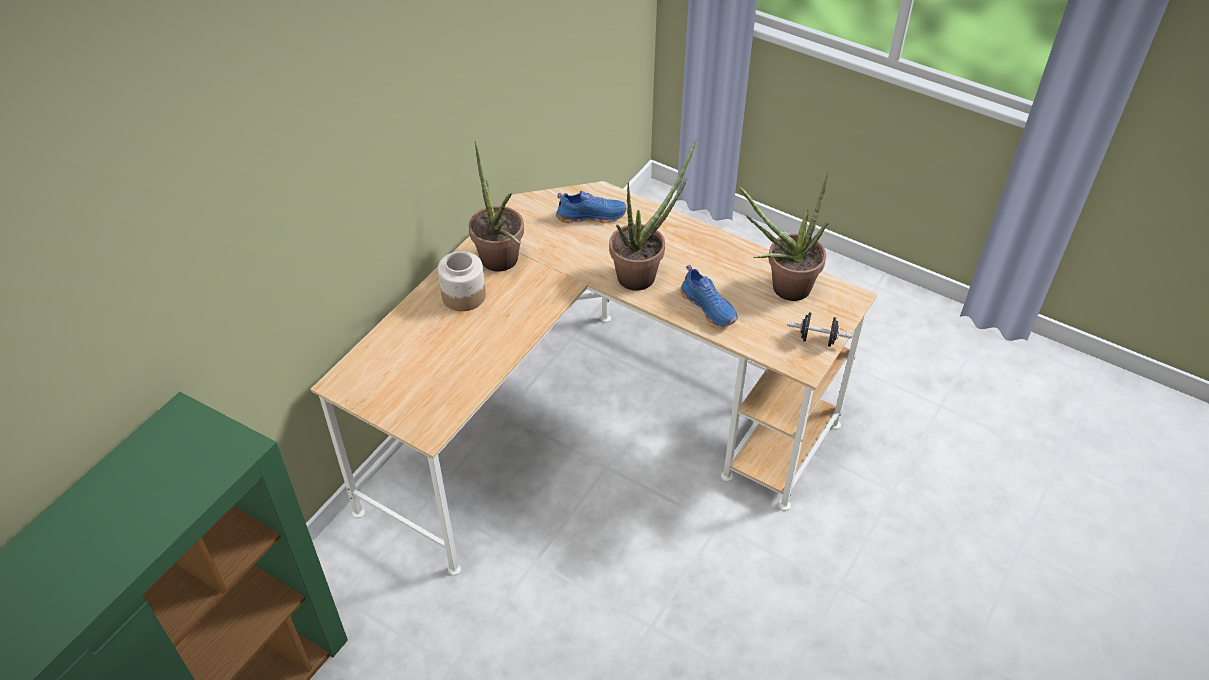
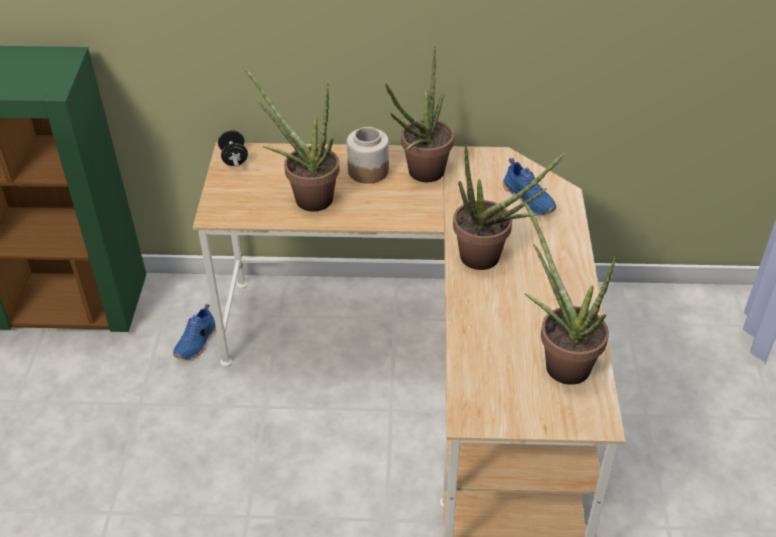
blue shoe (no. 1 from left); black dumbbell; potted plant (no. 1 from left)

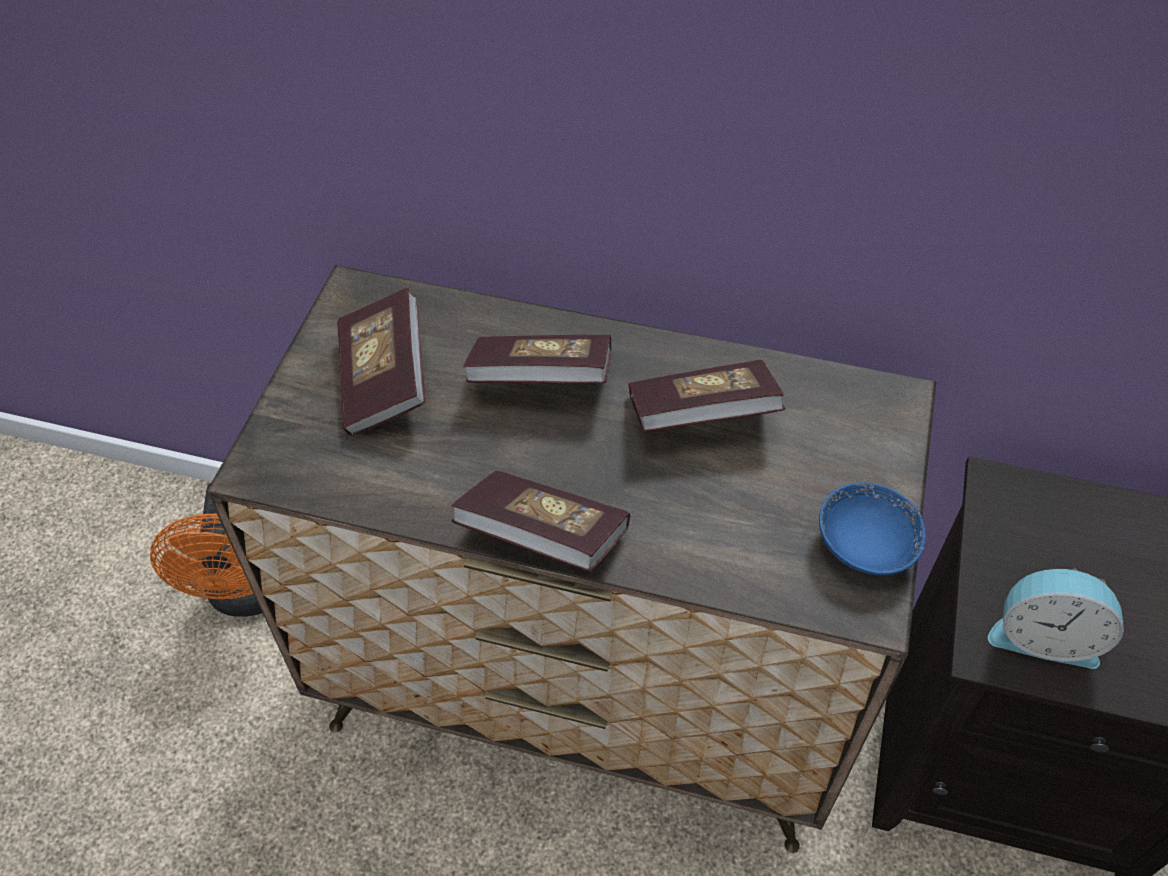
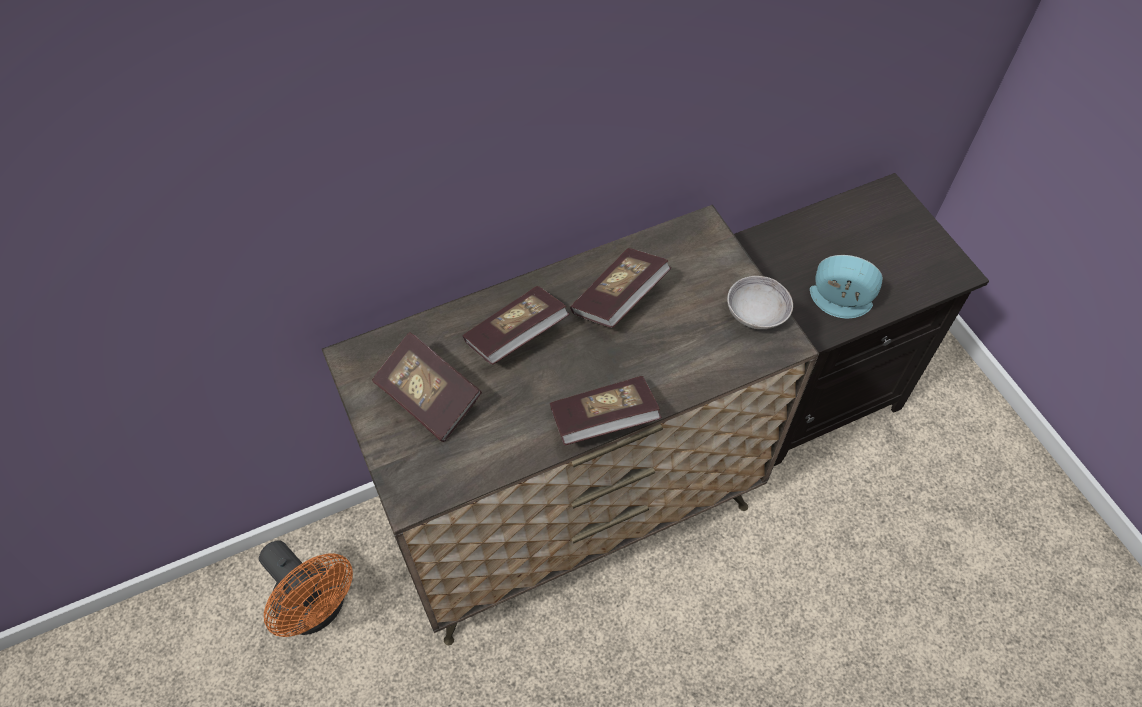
grey bowl; alarm clock

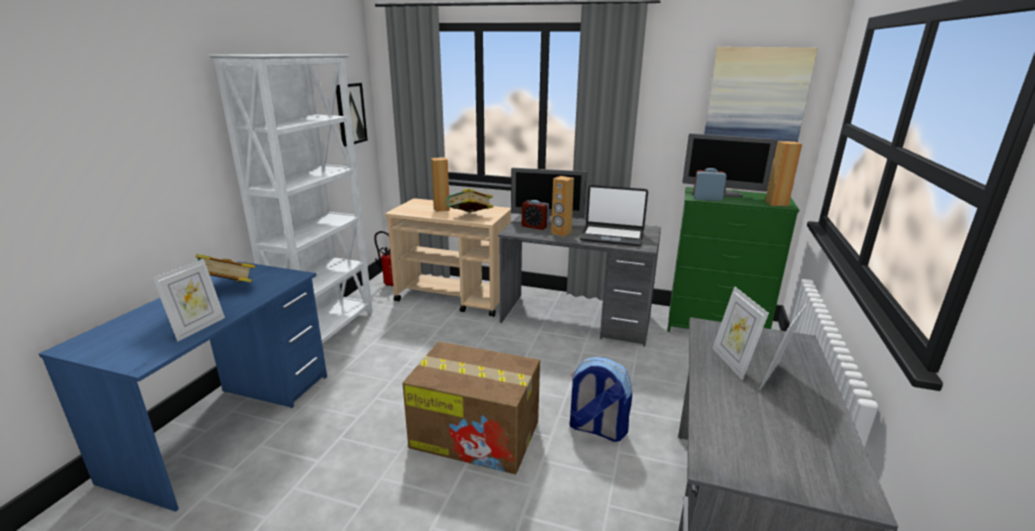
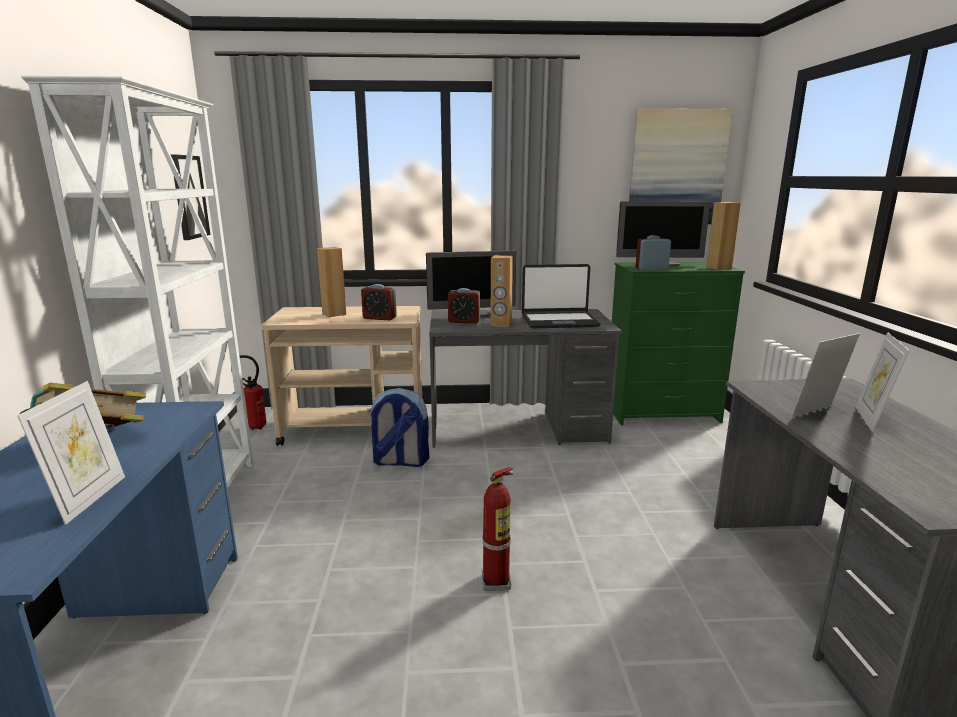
fire extinguisher (no. 2 from left); alarm clock (no. 1 from left); backpack; picture frame (no. 2 from left)

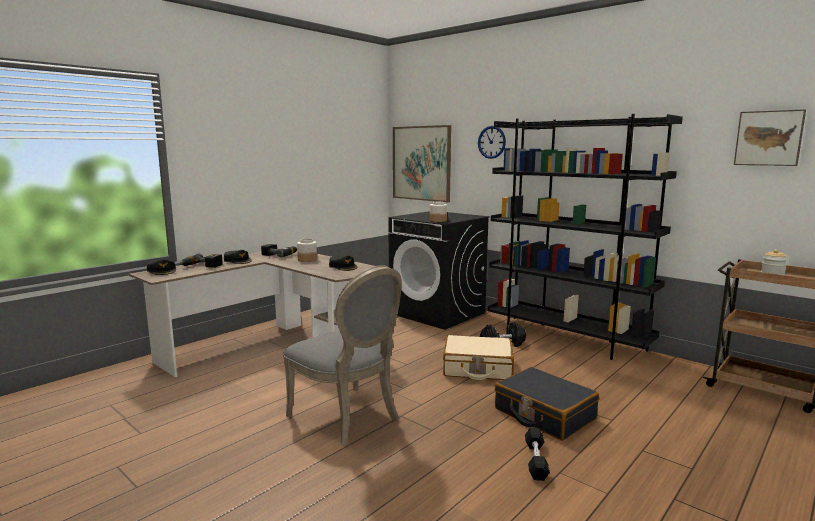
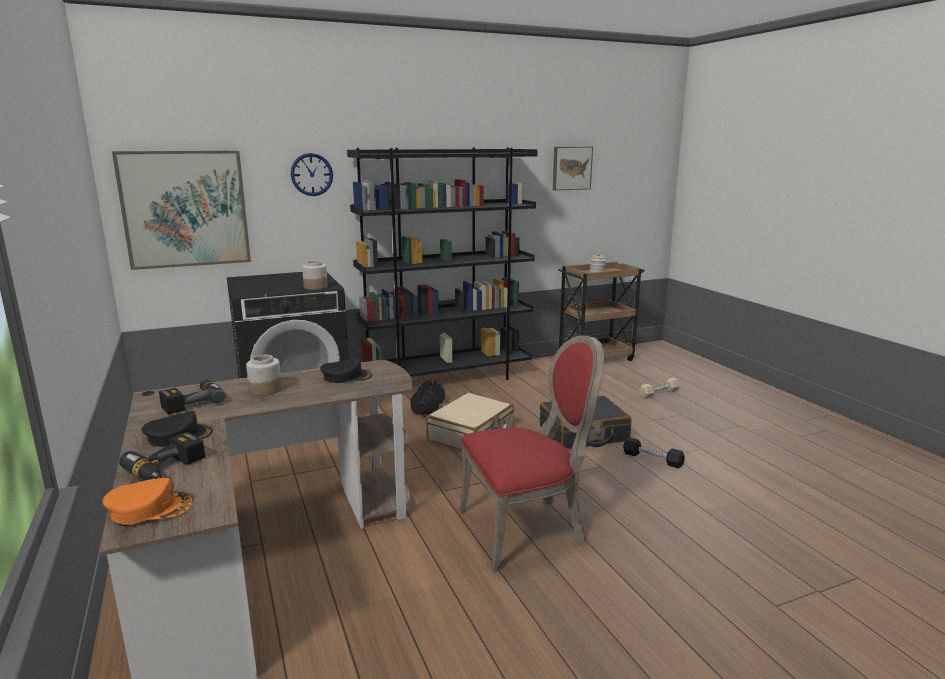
orange cap; red chair; beige dumbbell

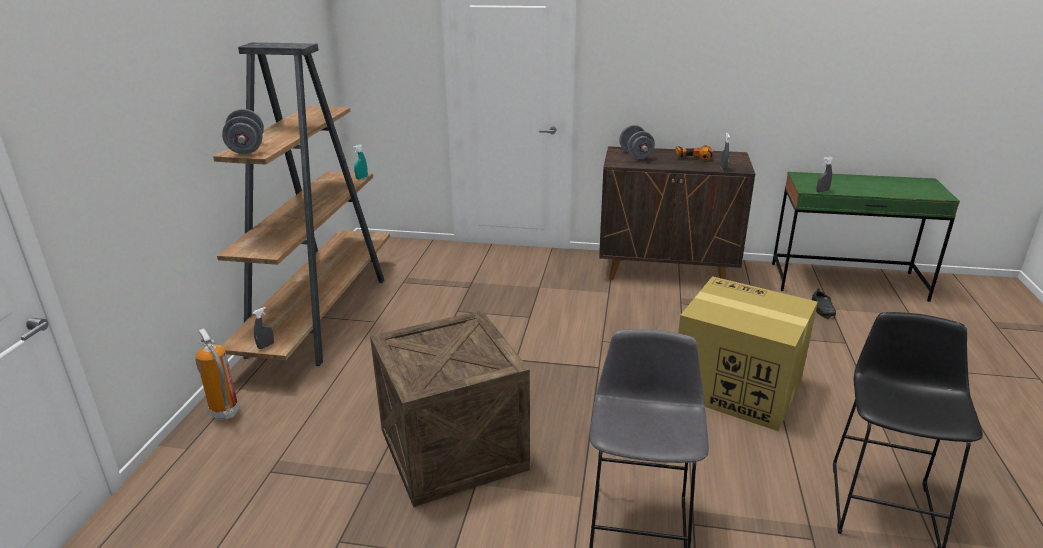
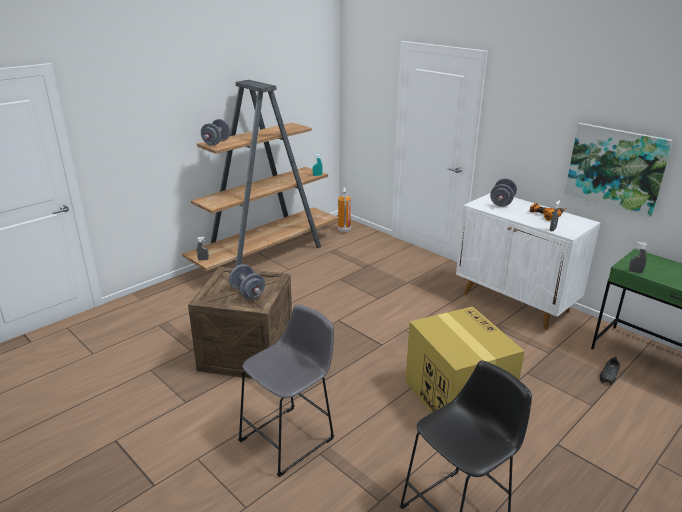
fire extinguisher; white cabinet; grey dumbbell (no. 2 from left); picture

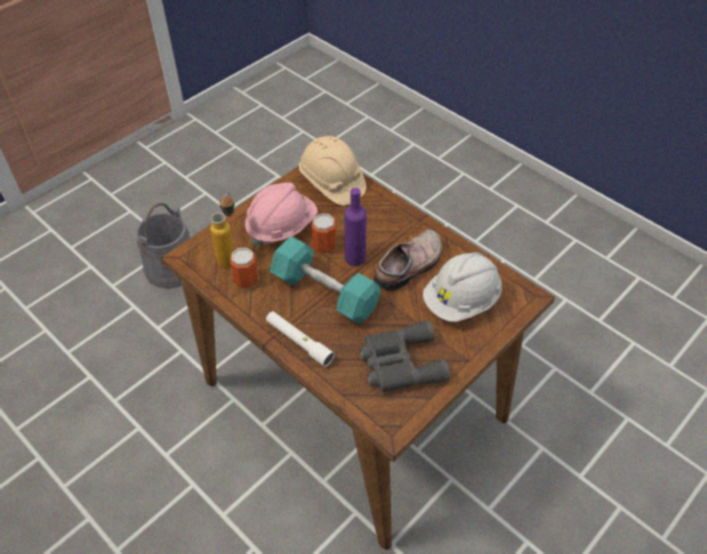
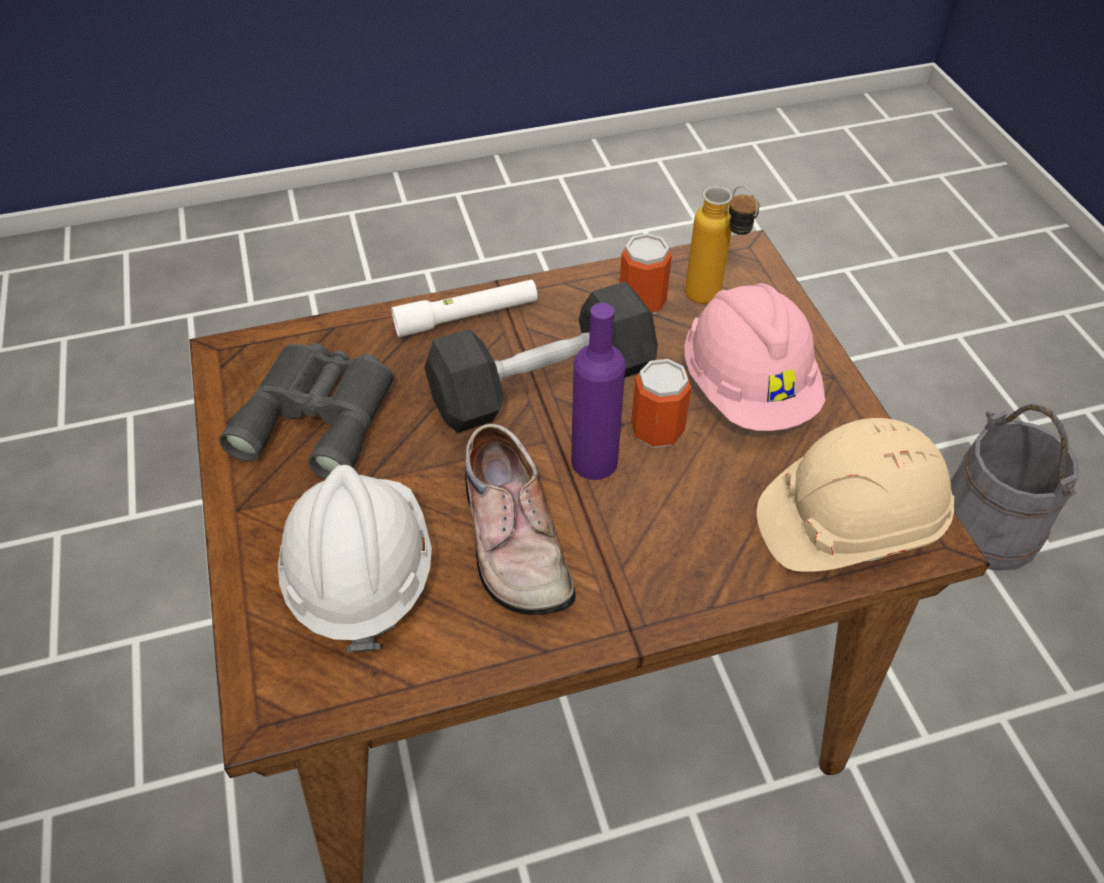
grey dumbbell

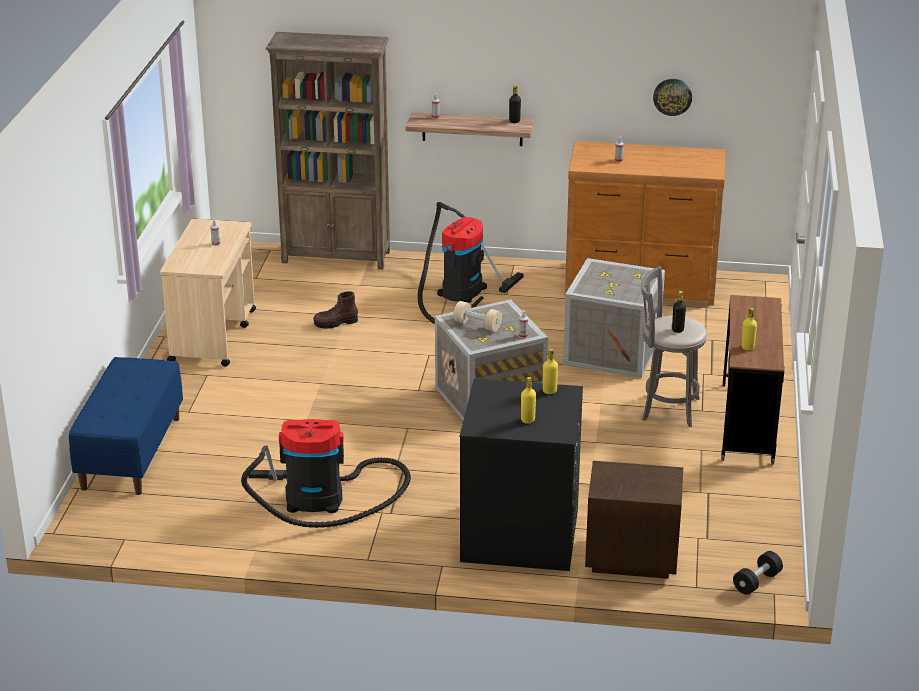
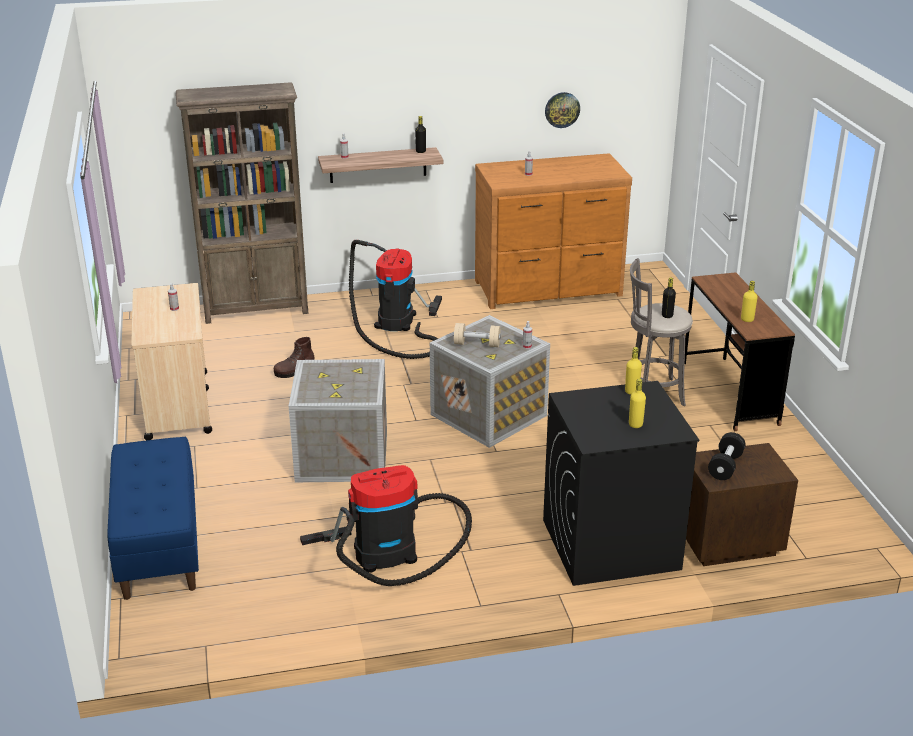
crate (no. 1 from left); black dumbbell

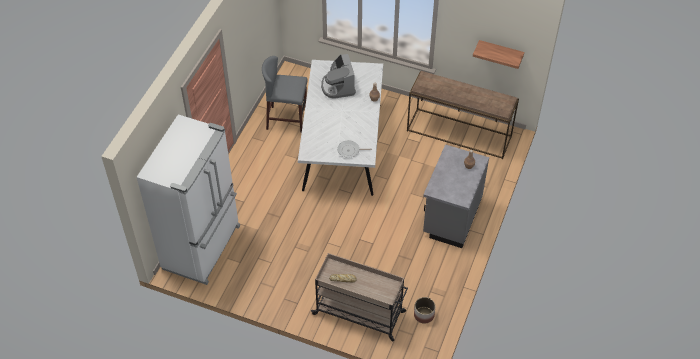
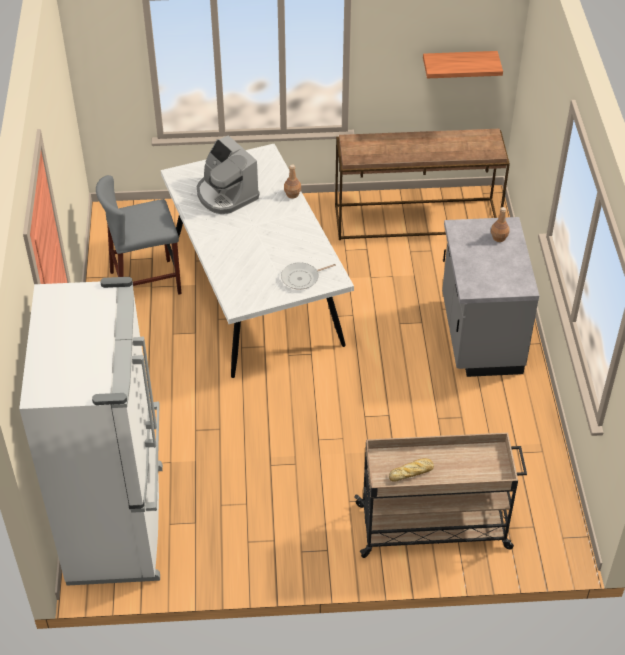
planter

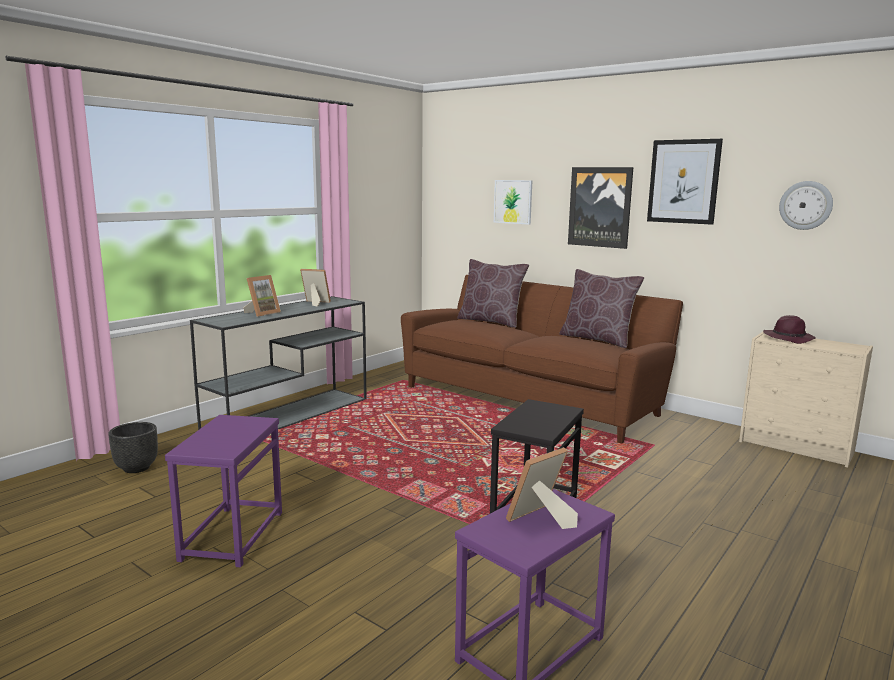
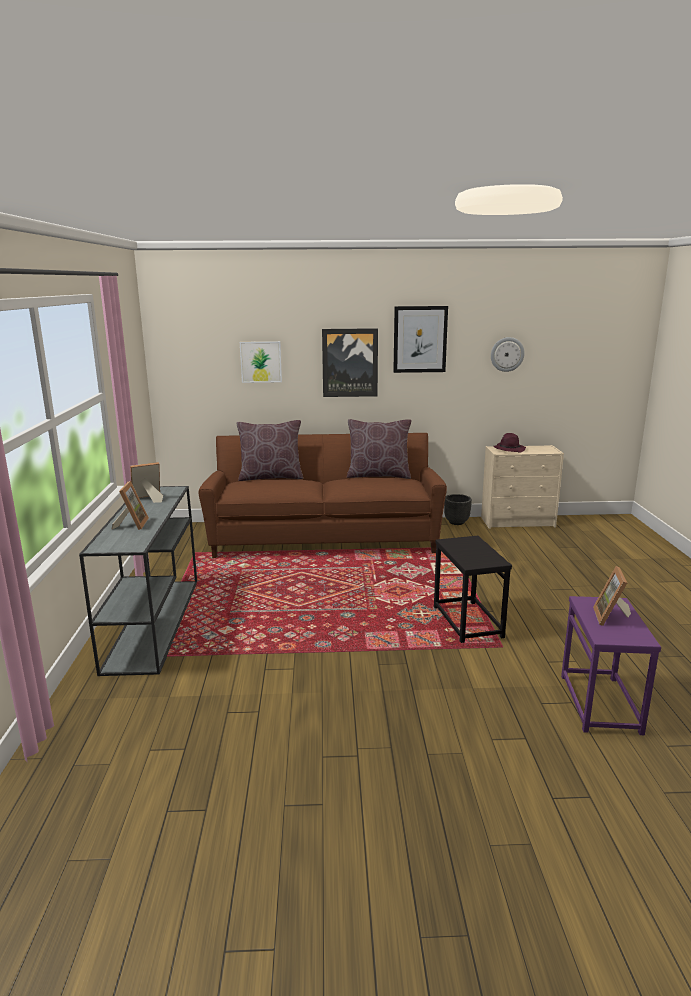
black planter; purple side table (no. 1 from left in the first image)

